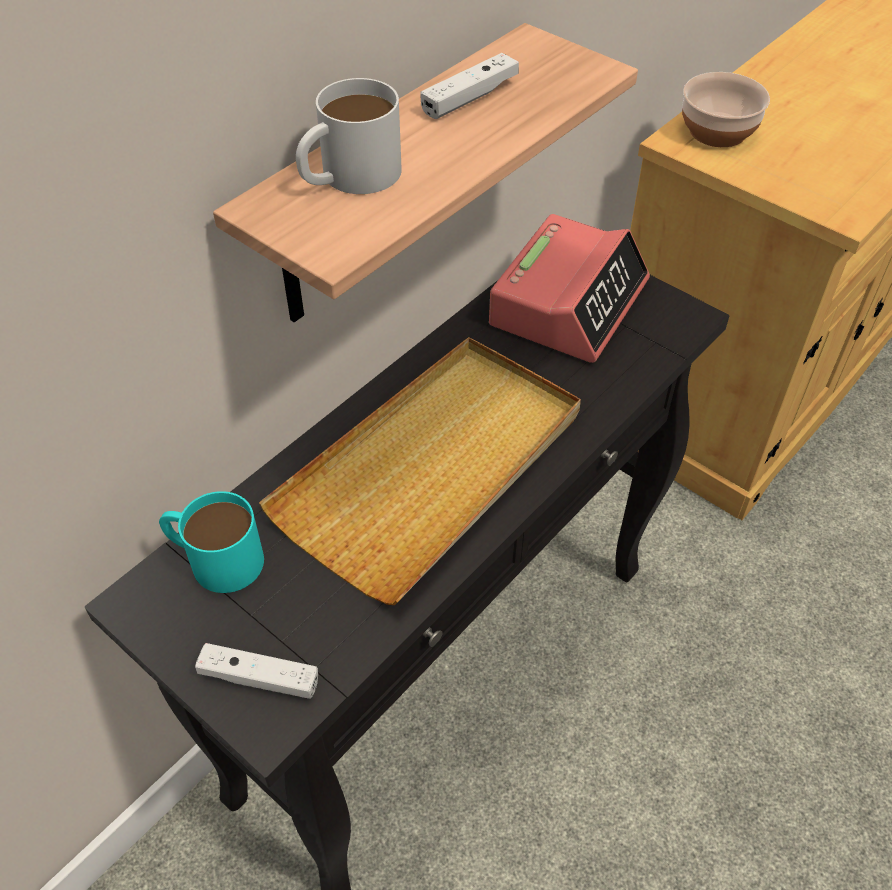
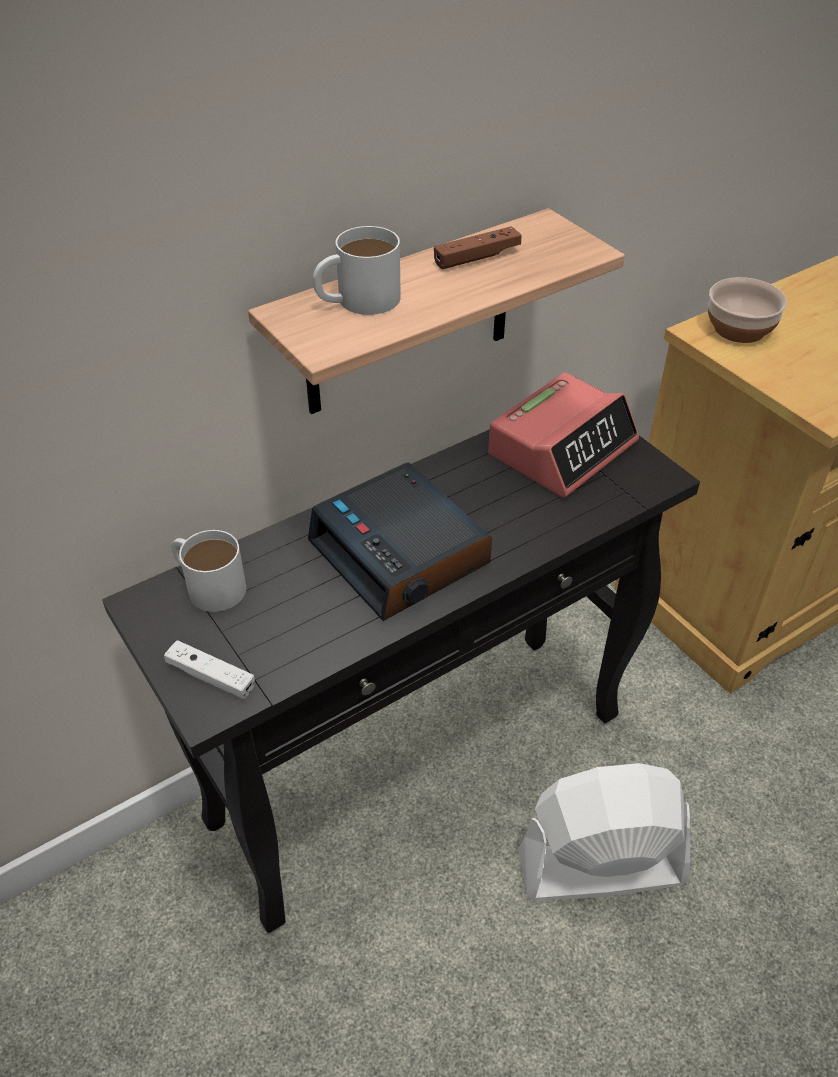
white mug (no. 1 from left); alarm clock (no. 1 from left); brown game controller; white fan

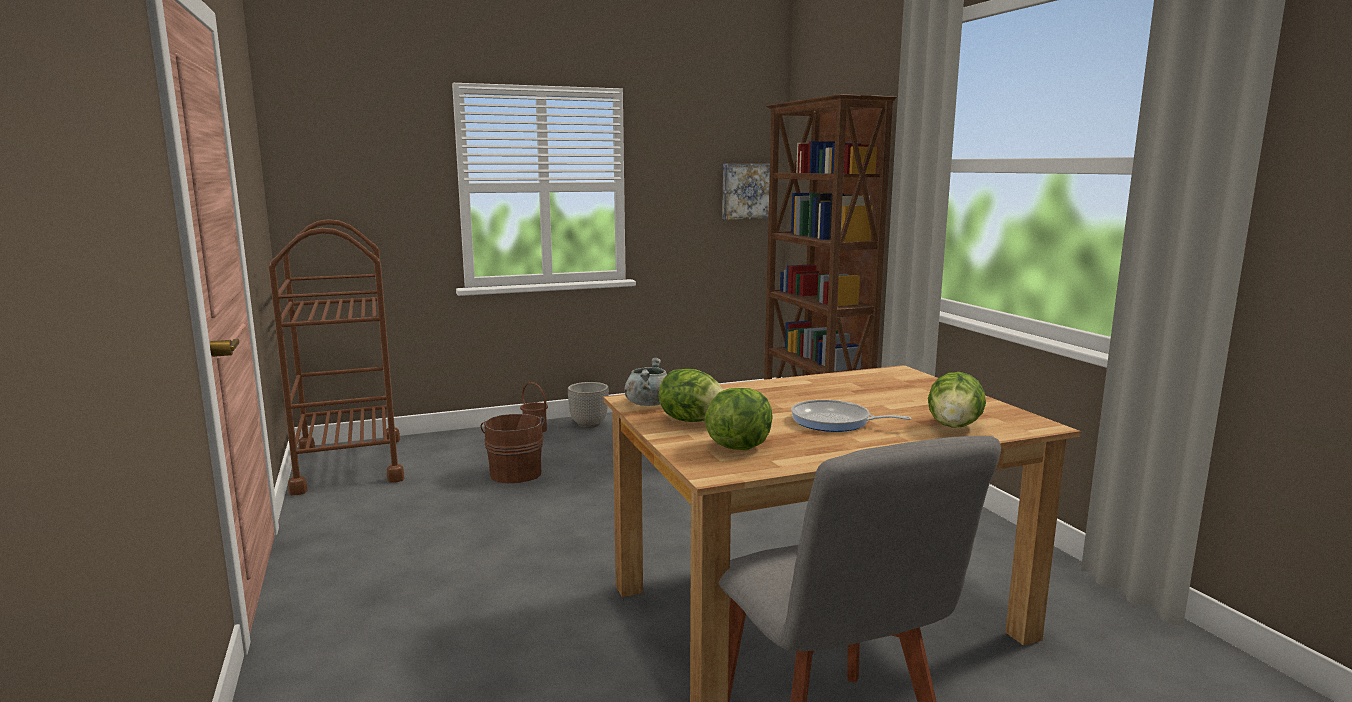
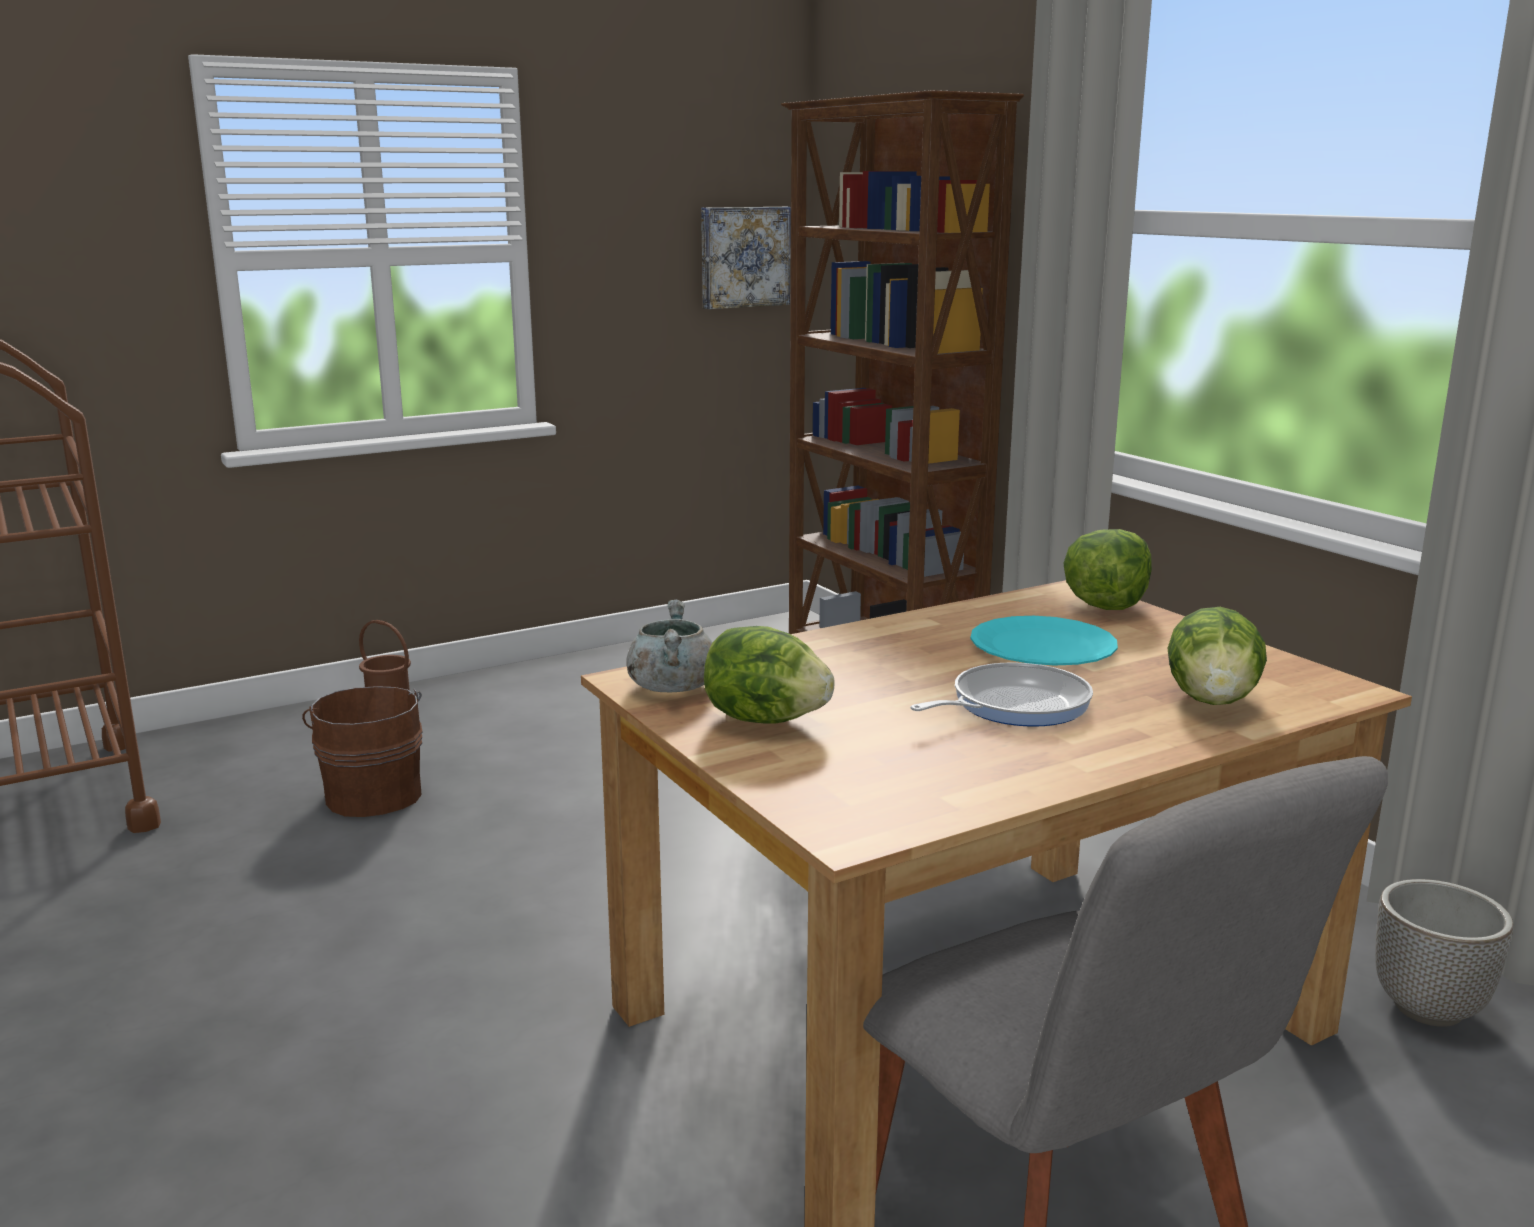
planter; lettuce (no. 2 from left); frying pan; turquoise plate

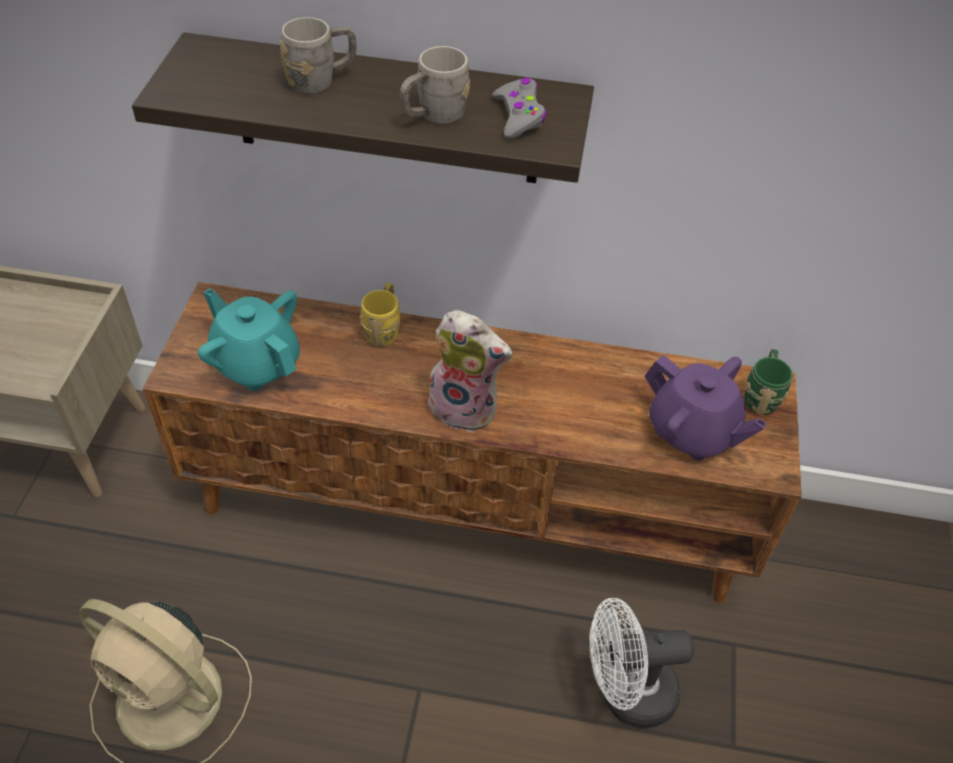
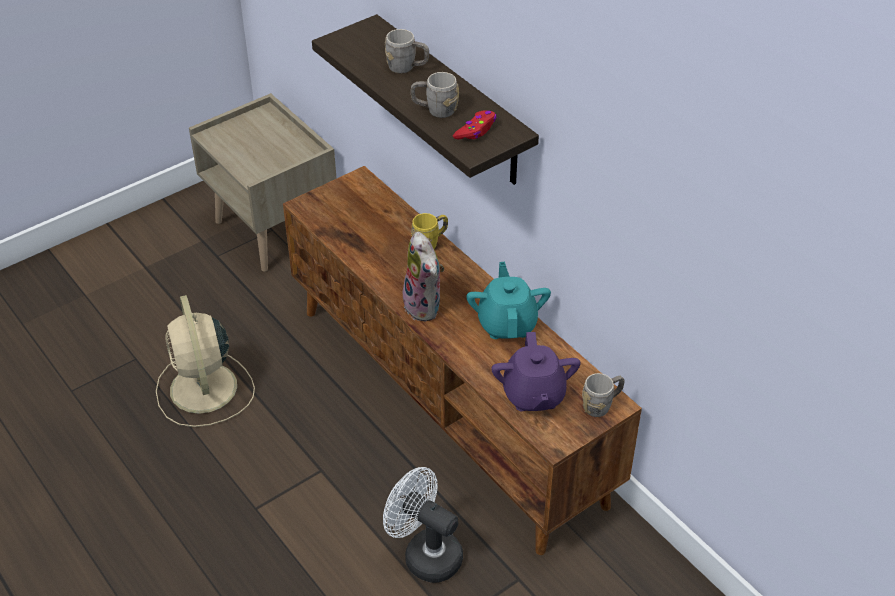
turquoise teapot; red game controller; grey mug (no. 3 from left)

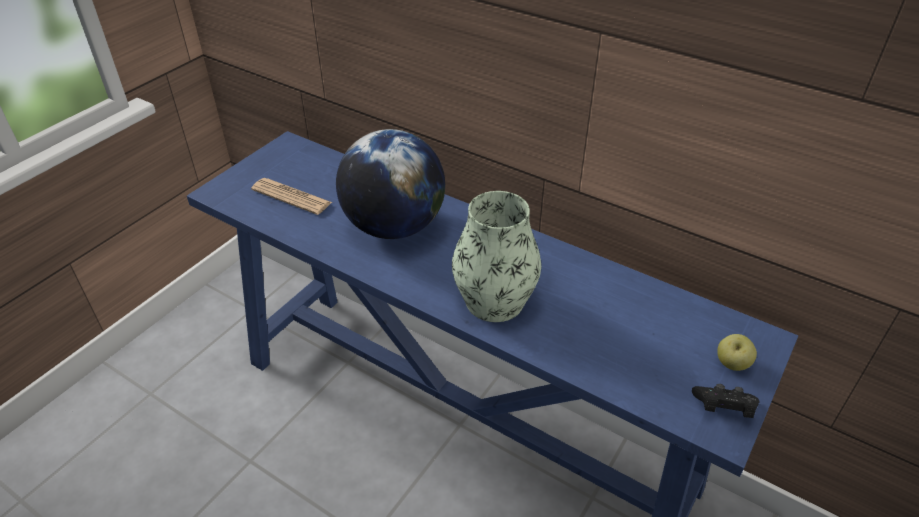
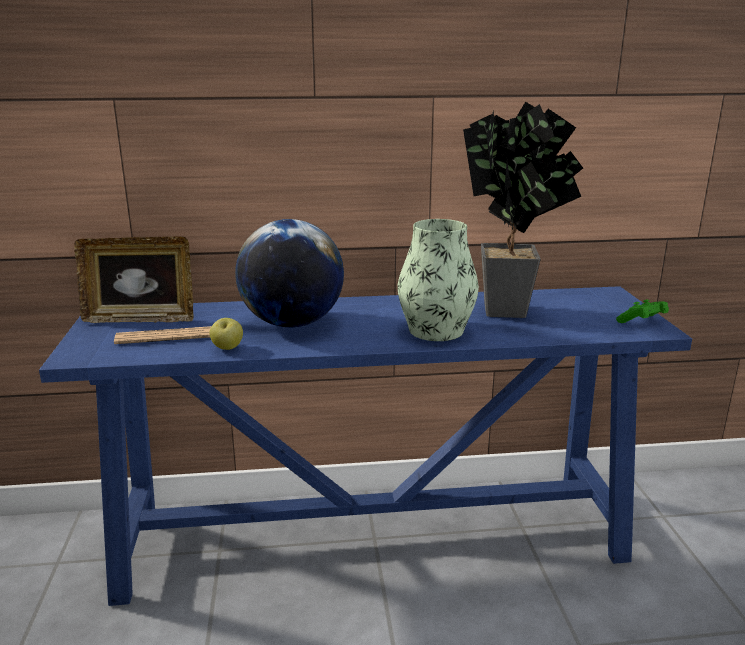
green game controller; apple; picture frame; potted plant

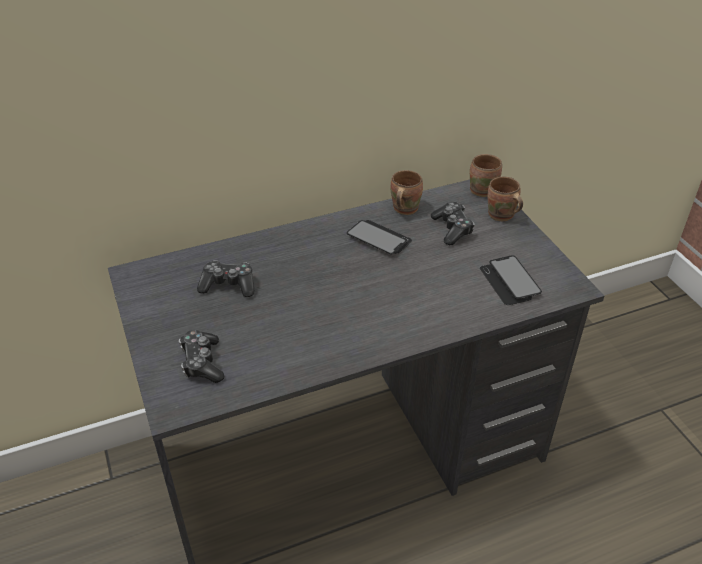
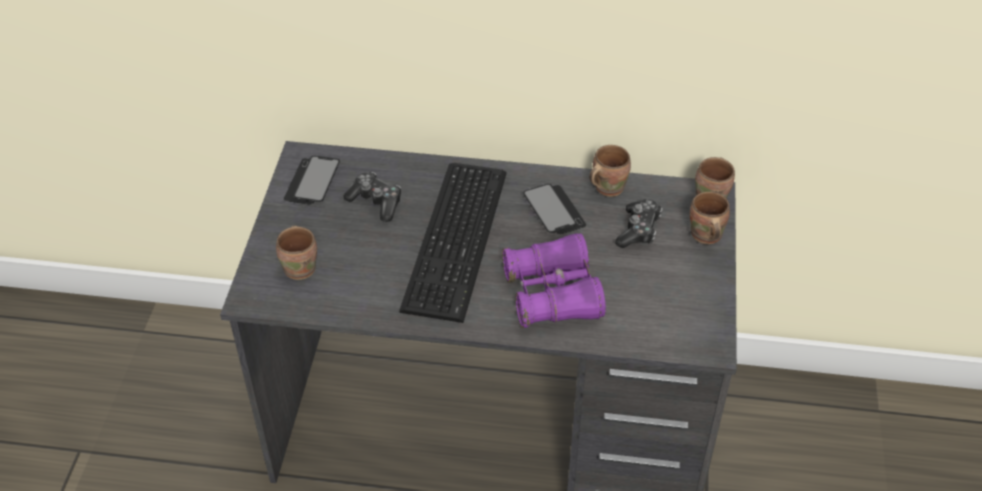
brown mug (no. 1 from left); phone (no. 1 from left); keyboard; purple binoculars

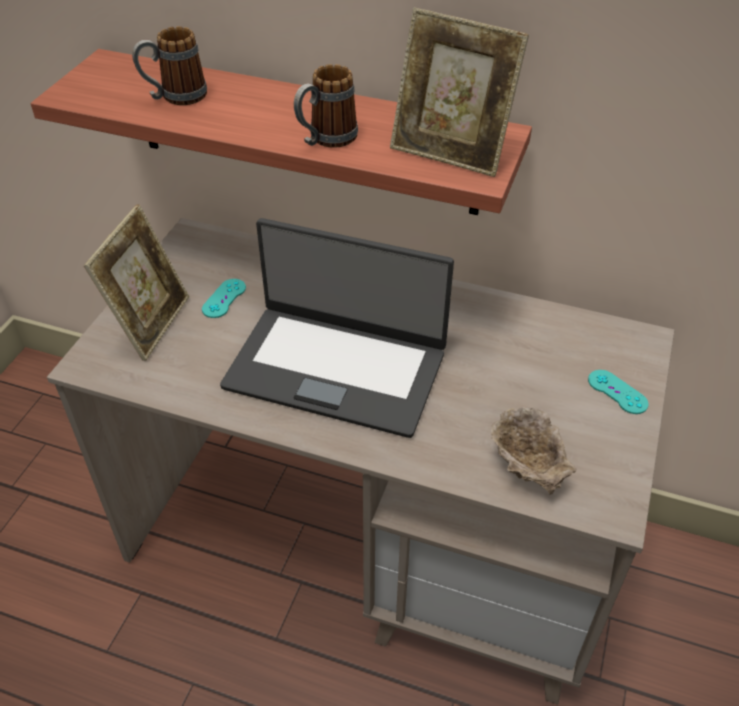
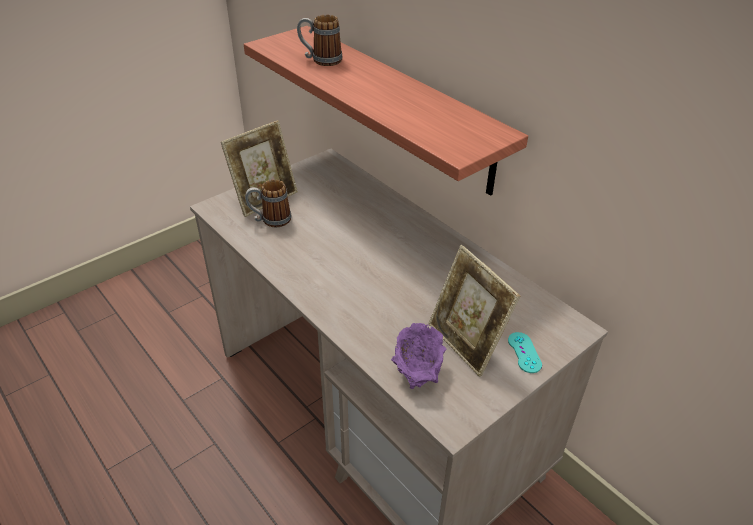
turquoise game controller (no. 1 from left in the first image); laptop; mug (no. 1 from left); picture frame (no. 2 from left); purple bowl

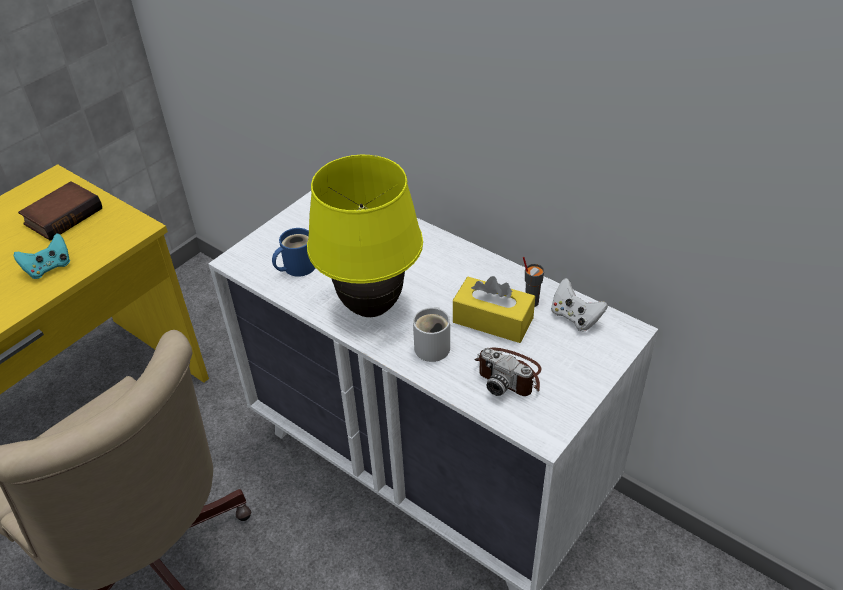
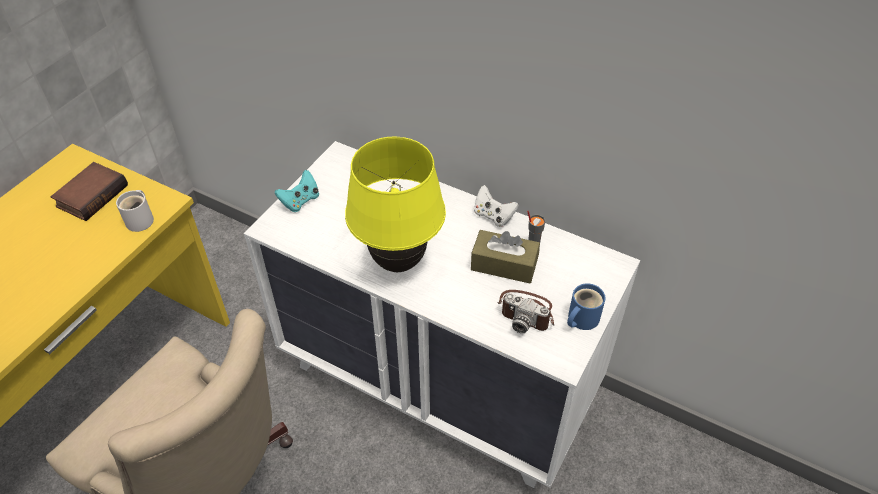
turquoise game controller; blue mug; white mug; brown tissue box; white game controller

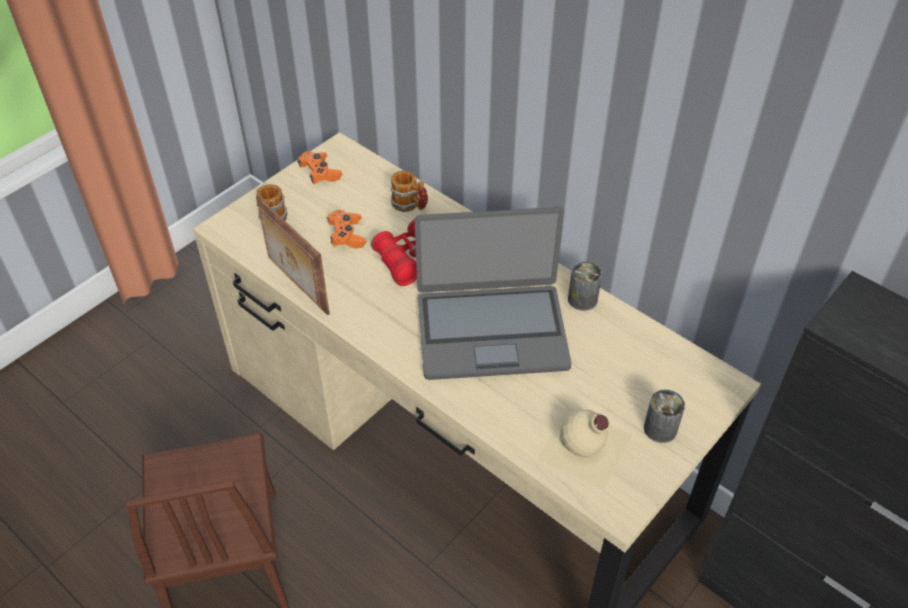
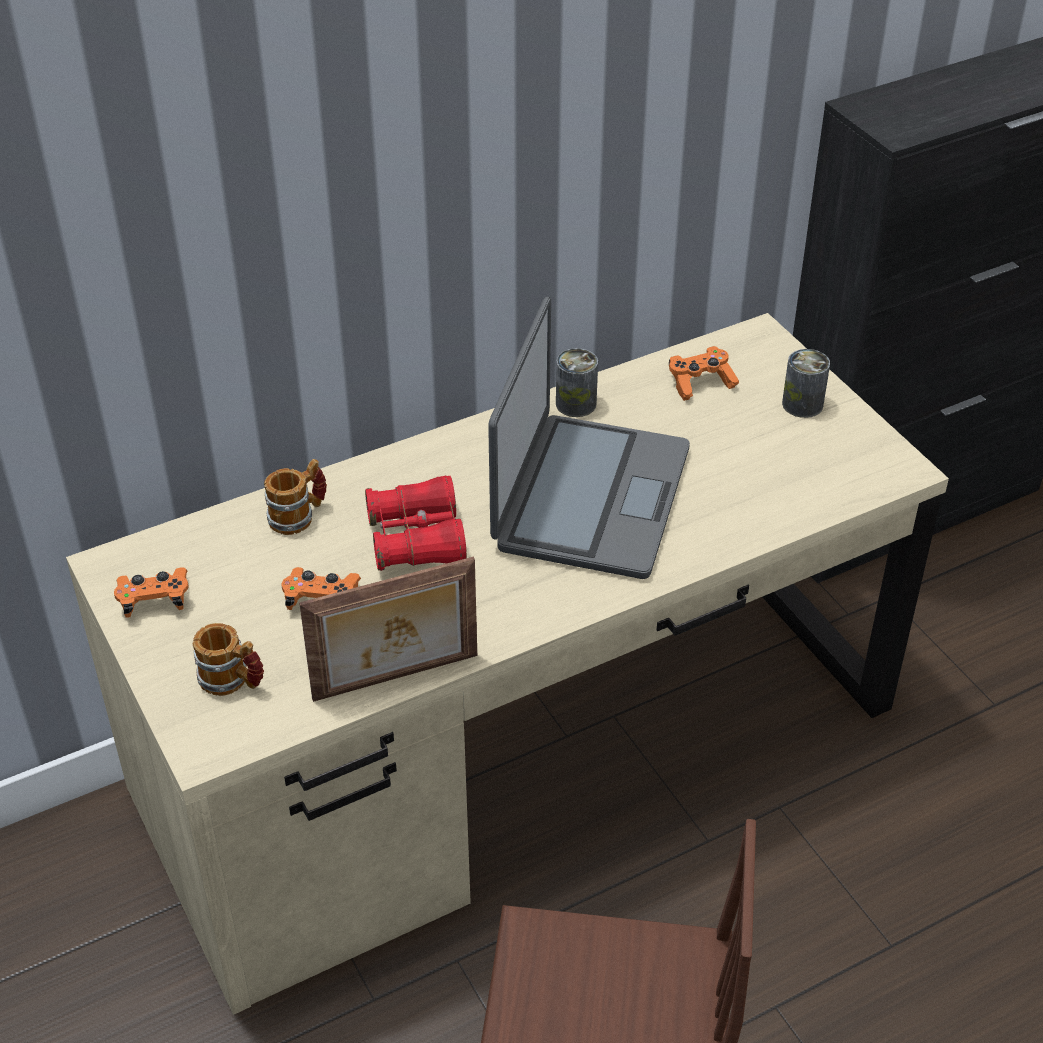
beige bottle; orange game controller (no. 3 from left)

